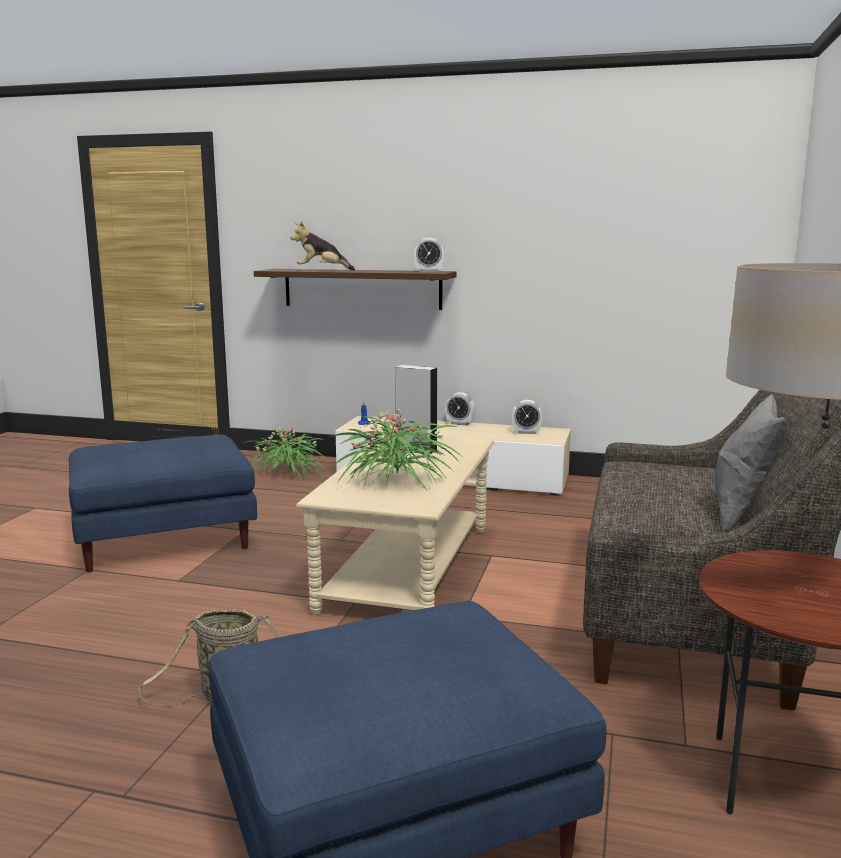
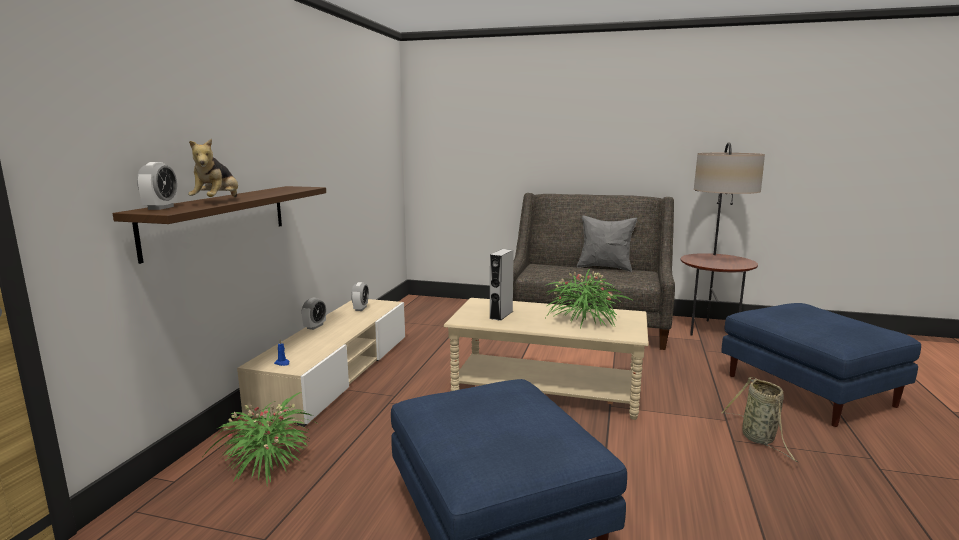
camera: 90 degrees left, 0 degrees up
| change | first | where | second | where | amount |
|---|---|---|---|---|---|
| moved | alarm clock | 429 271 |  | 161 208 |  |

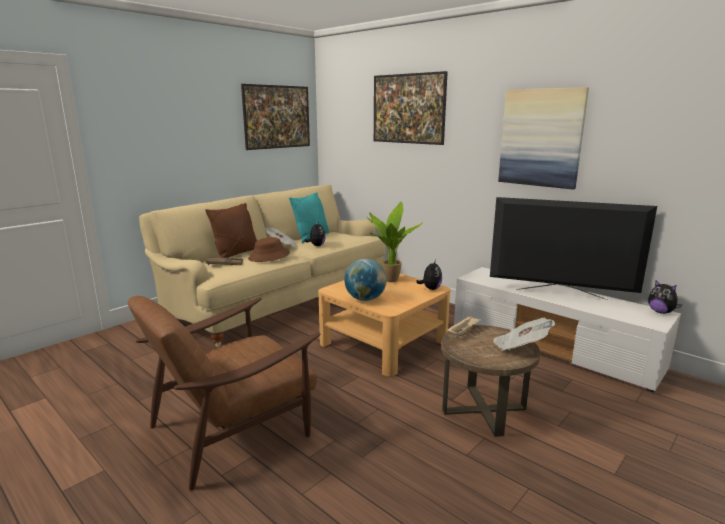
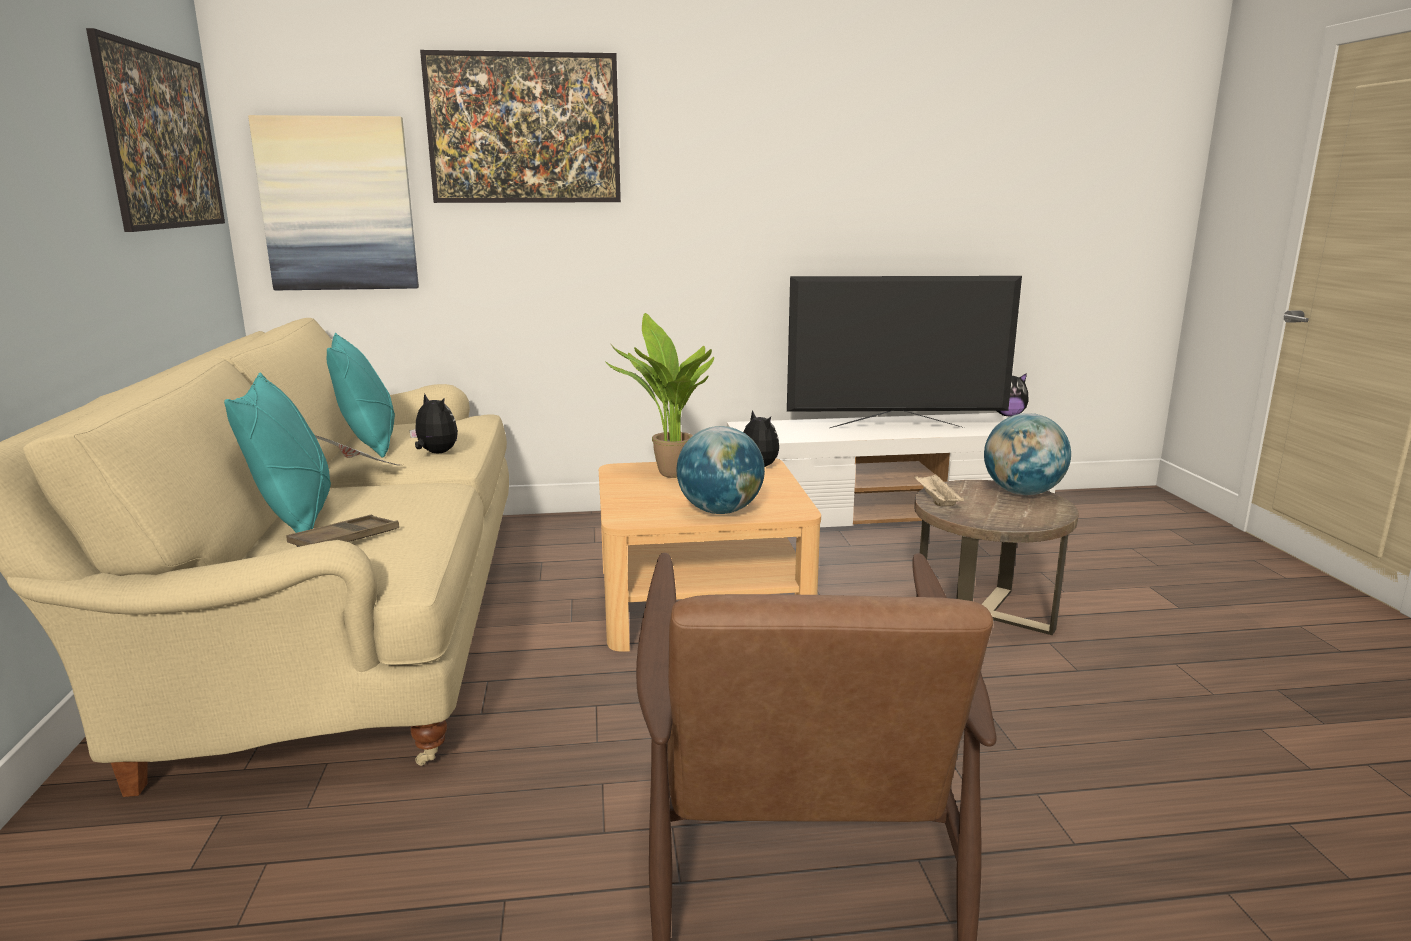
camera: 50 degrees left, 0 degrees up
| change | first | where | second | where | amount |
|---|---|---|---|---|---|
| moved | picture | 541 138 |  | 338 204 |  |
| turned | television | 560 295 |  | 896 427 | 150 degrees counterclockwise |
| recoloured | brown pillow | 236 254 | turquoise pillow | 296 517 |  |
| removed | brown hat | 269 256 |  |  |  |
| replaced | newspaper | 520 347 | globe | 1022 493 |  |

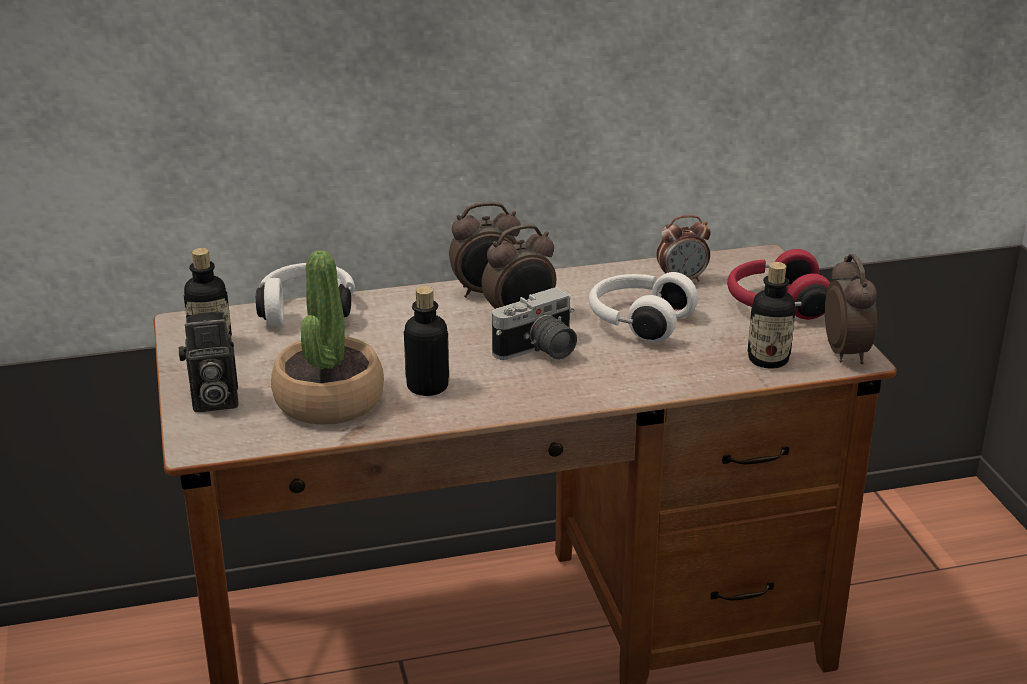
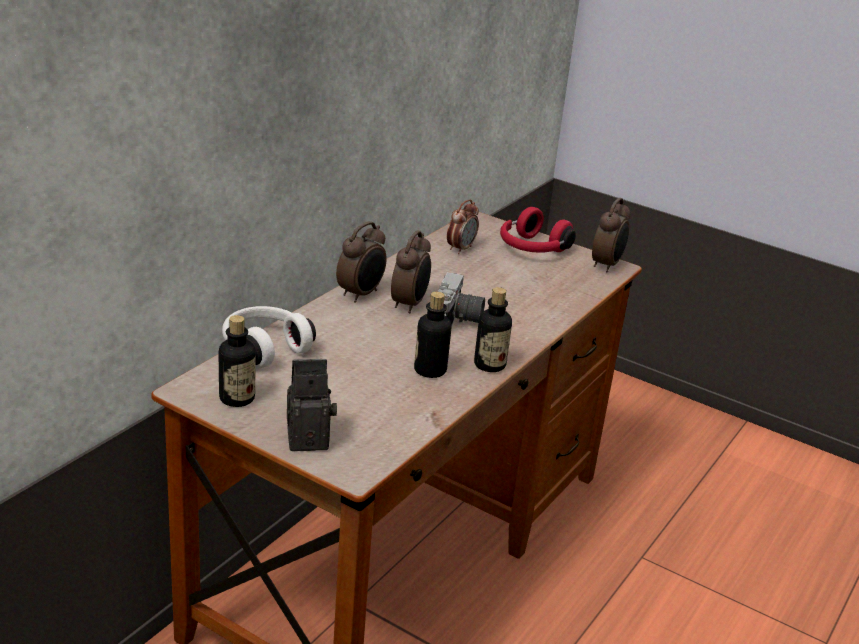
camera: 45 degrees left, 0 degrees up
| change | first | where | second | where | amount |
|---|---|---|---|---|---|
| removed | potted plant | 328 400 |  |  |  |
| turned | alarm clock | 846 352 |  | 607 265 | 75 degrees clockwise |
| moved | bottle | 768 360 |  | 489 365 |  |
| removed | white headphones | 638 322 |  |  |  |
| turned | photo camera | 212 401 |  | 310 438 | 135 degrees counterclockwise |

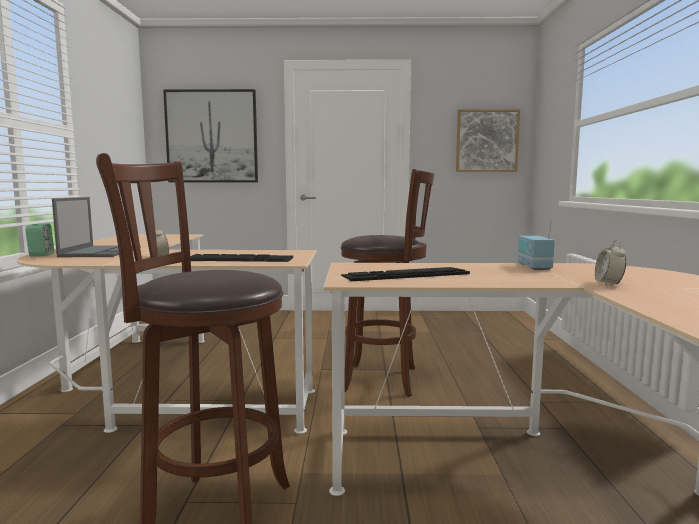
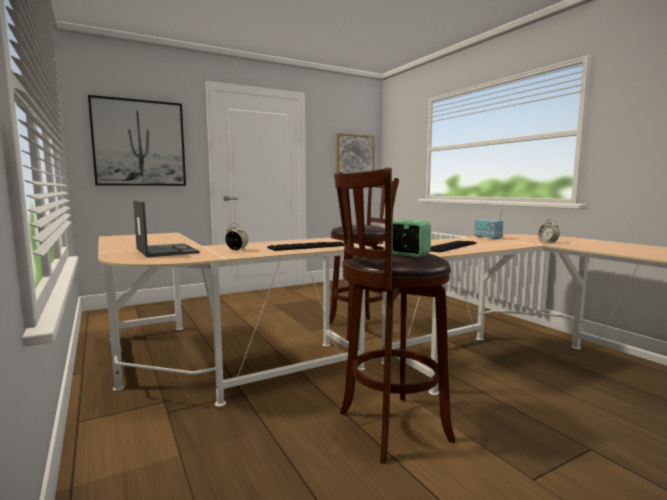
camera: 30 degrees left, 0 degrees up
| change | first | where | second | where | amount |
|---|---|---|---|---|---|
| moved | alarm clock | 41 255 |  | 409 255 |  |

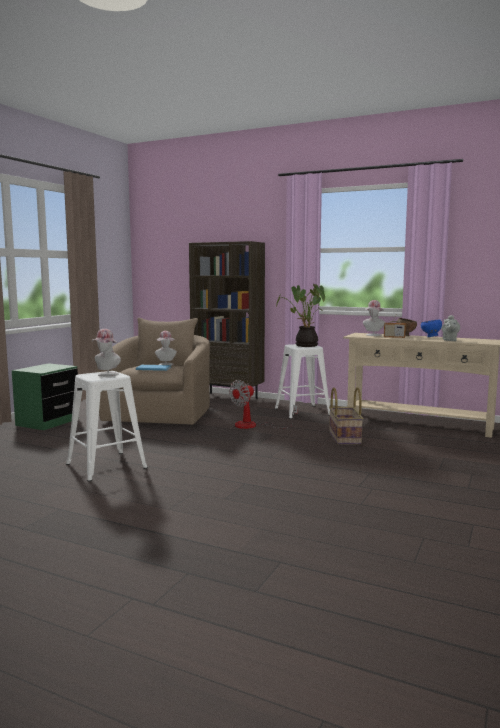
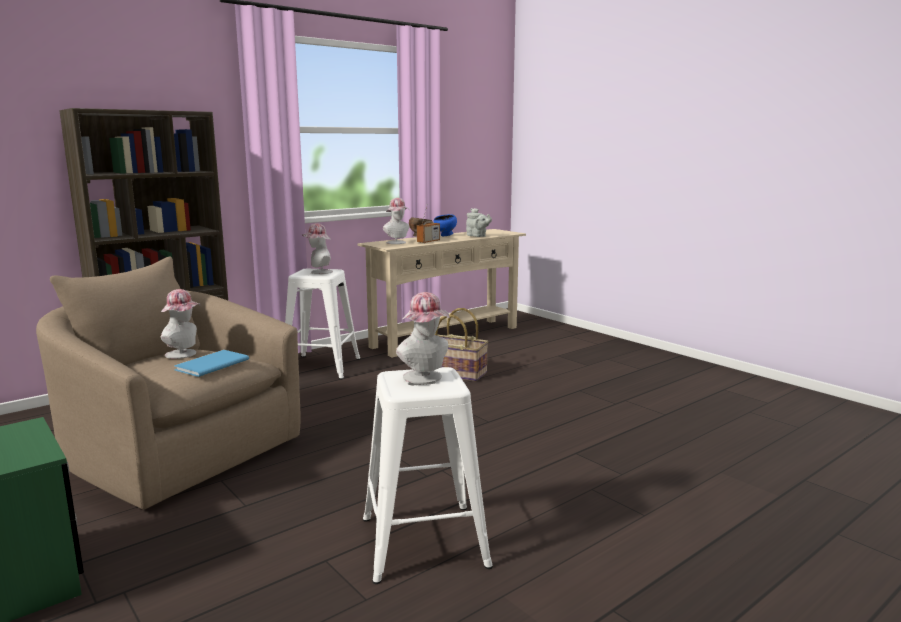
camera: 65 degrees left, 5 degrees up
| change | first | where | second | where | amount |
|---|---|---|---|---|---|
| replaced | potted plant | 304 345 | hat | 319 272 |  |
| removed | fan | 253 426 |  |  |  |

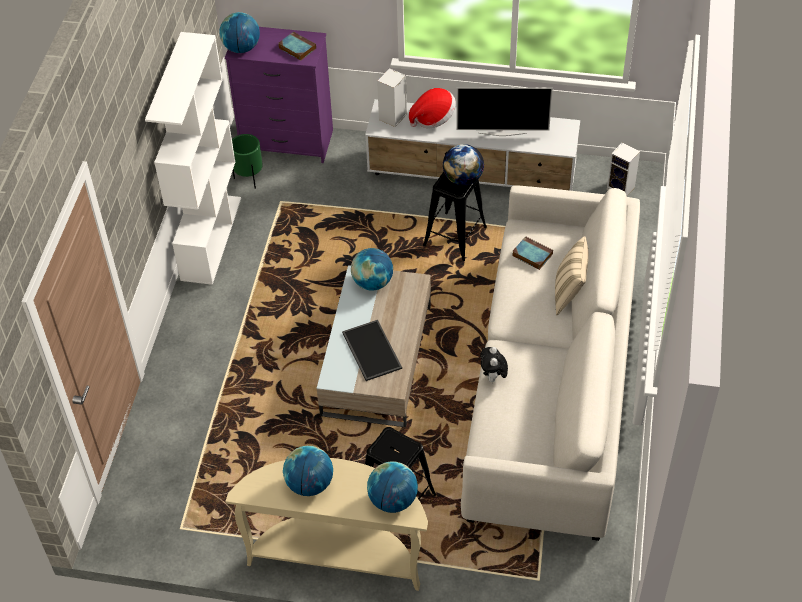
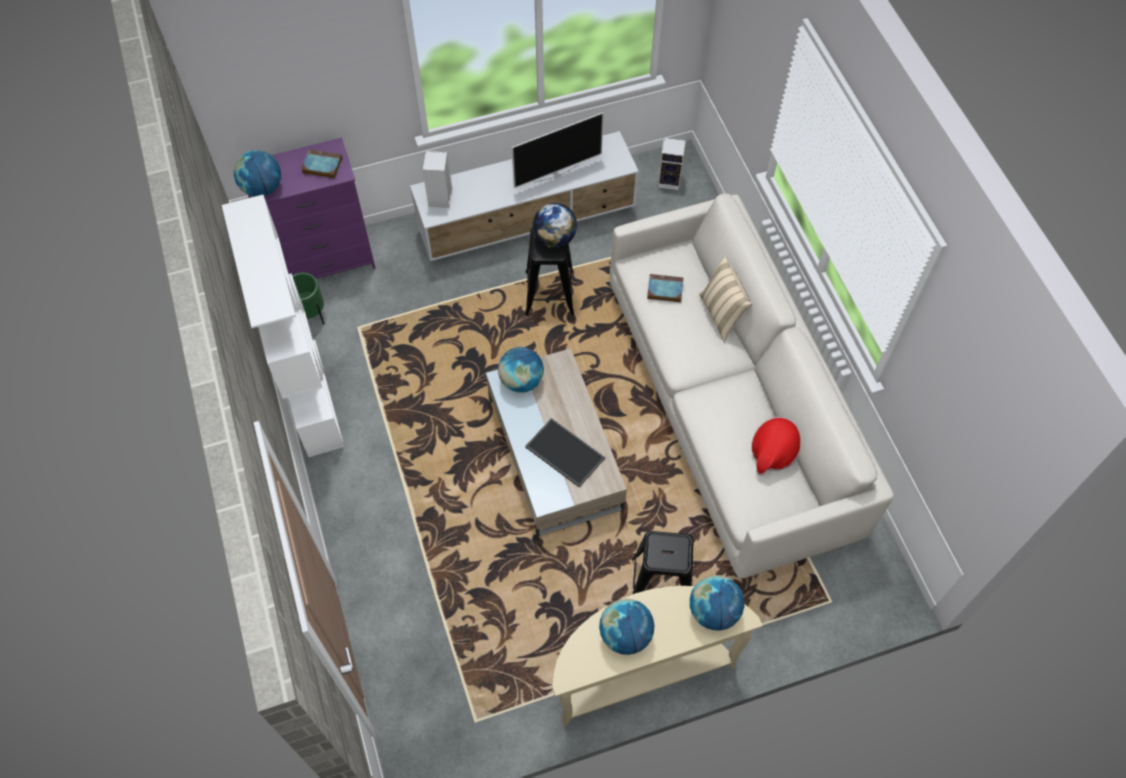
camera: 30 degrees left, 10 degrees up
| change | first | where | second | where | amount |
|---|---|---|---|---|---|
| moved | hat | 433 118 |  | 773 452 |  |
| removed | plush toy | 493 377 |  |  |  |

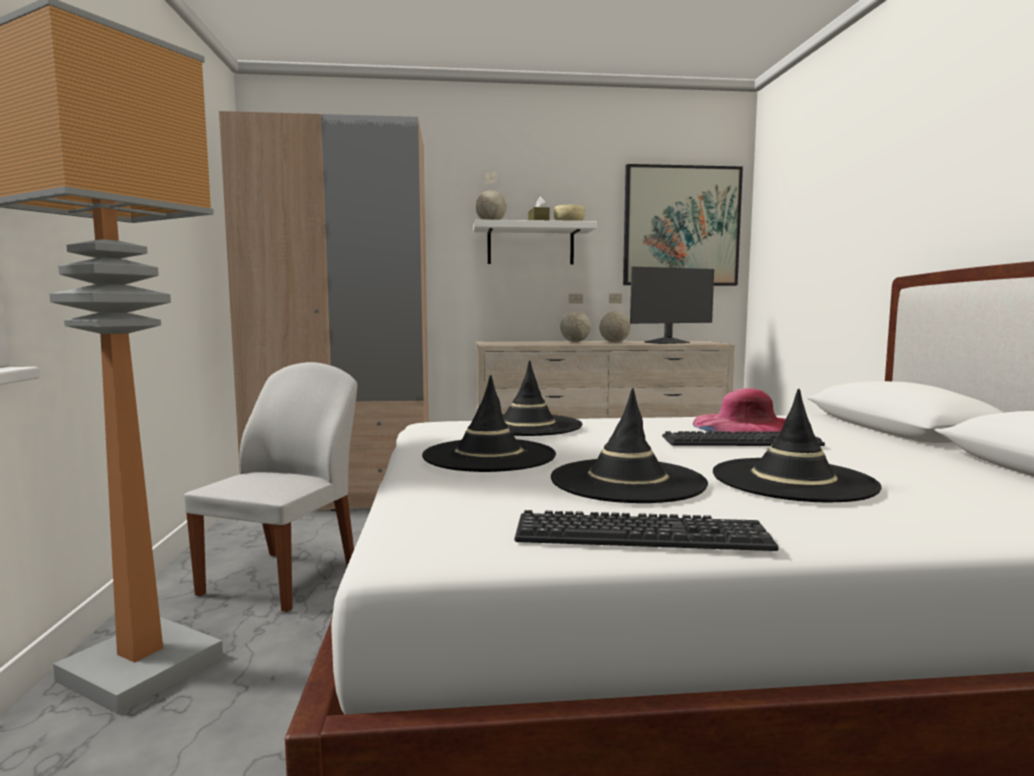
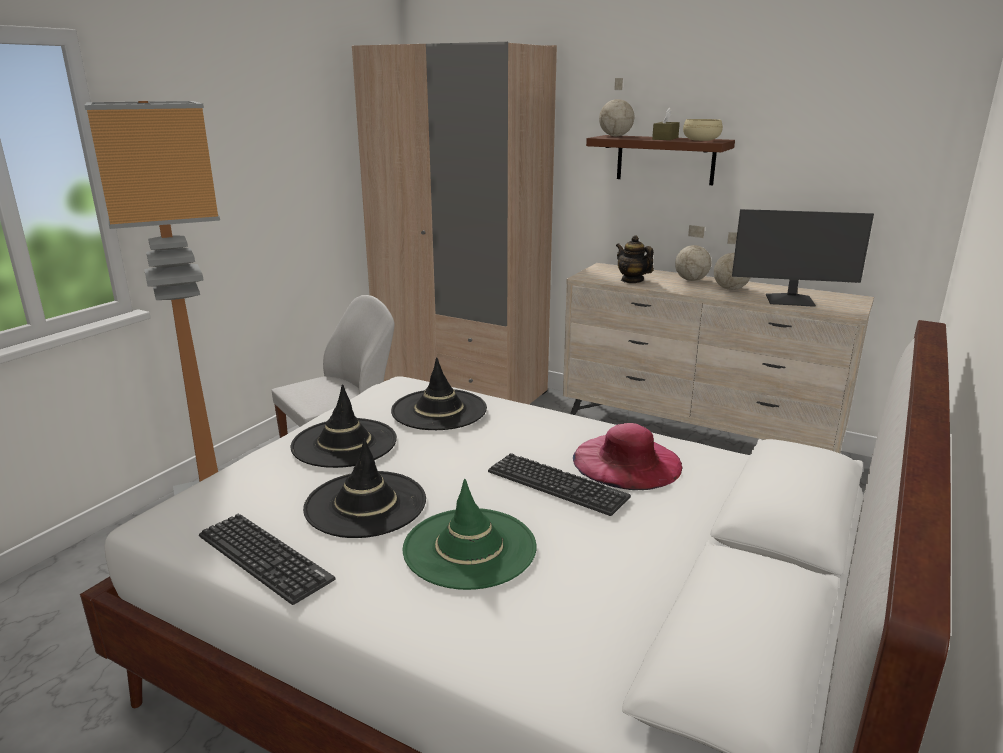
camera: 35 degrees right, 15 degrees up
| change | first | where | second | where | amount |
|---|---|---|---|---|---|
| removed | picture | 681 226 |  |  |  |
| recoloured | white shelf | 530 245 | brown shelf | 665 159 |  |
| recoloured | black hat | 792 480 | green hat | 470 548 |  |
| added |  |  | teapot | 632 280 |  |

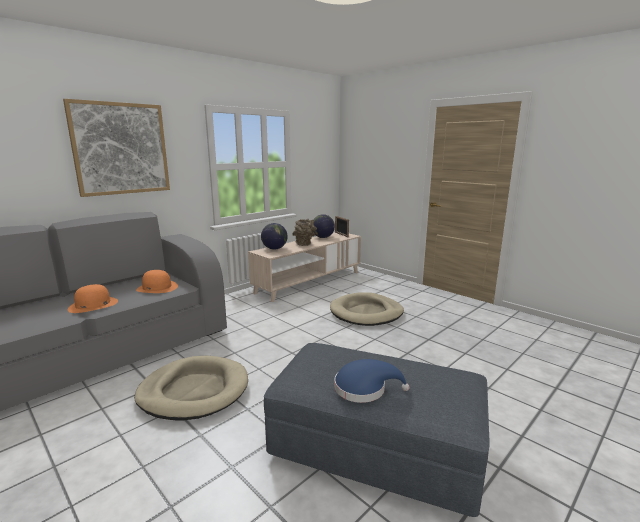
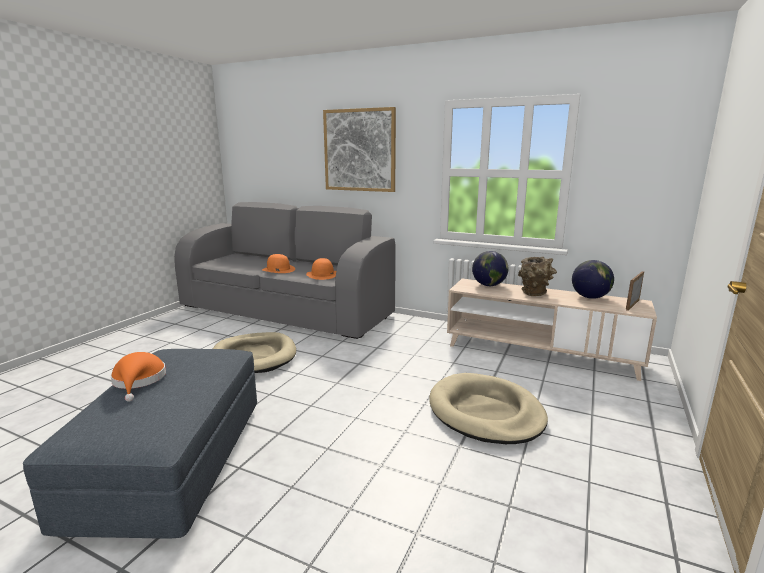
camera: 70 degrees right, 0 degrees up
| change | first | where | second | where | amount |
|---|---|---|---|---|---|
| recoloured | blue hat | 364 388 | orange hat | 139 380 |  |

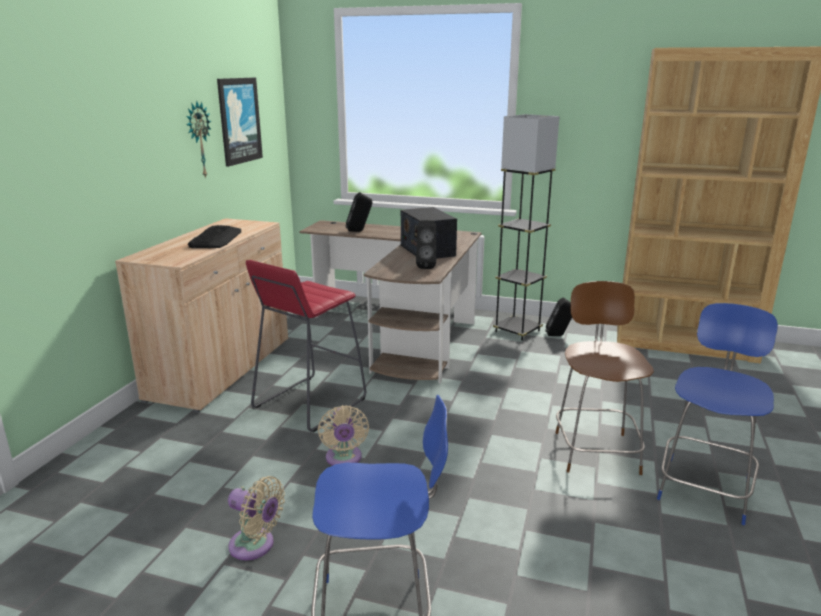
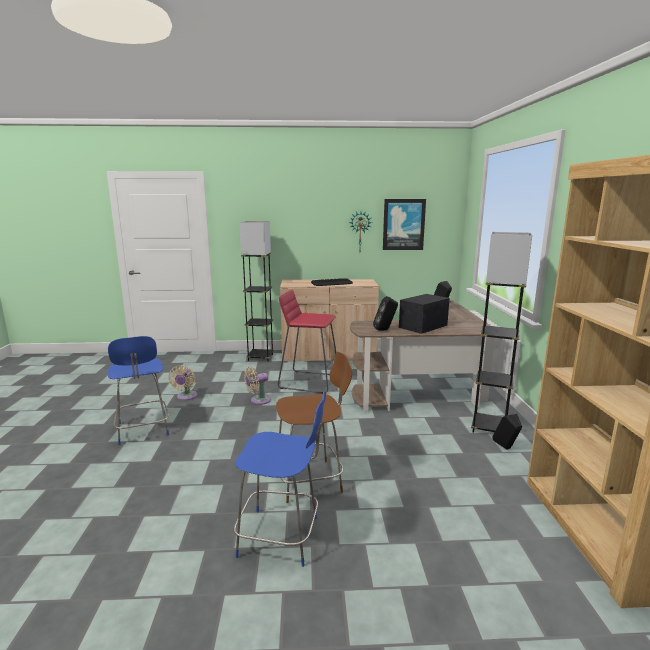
camera: 70 degrees right, 5 degrees down
| change | first | where | second | where | amount |
|---|---|---|---|---|---|
| added |  |  | grey floor lamp | 260 357 |  |

